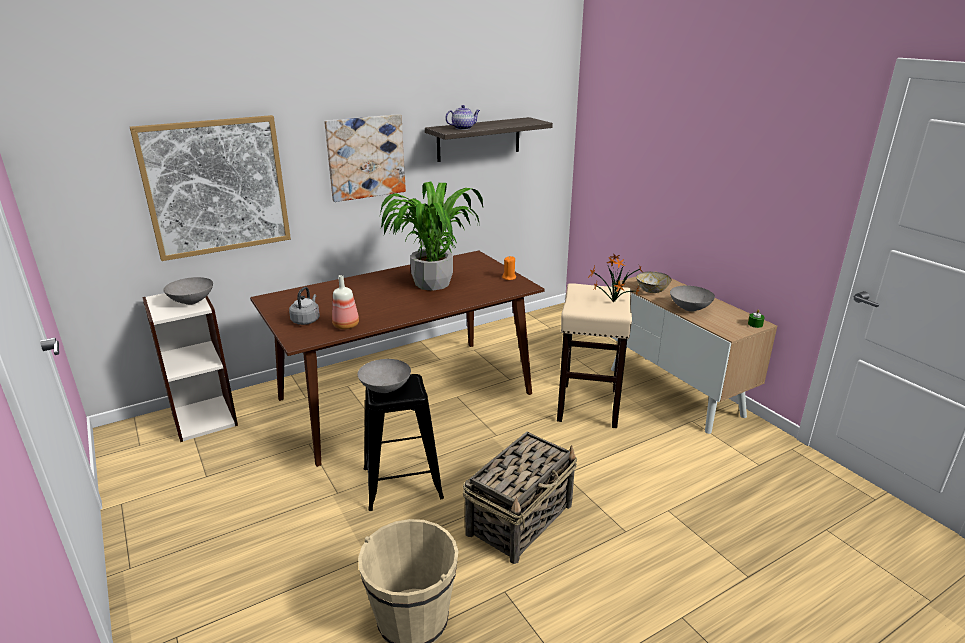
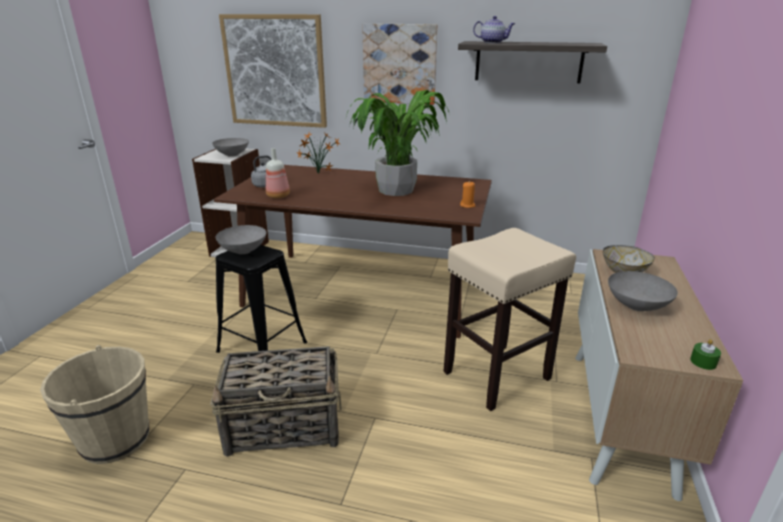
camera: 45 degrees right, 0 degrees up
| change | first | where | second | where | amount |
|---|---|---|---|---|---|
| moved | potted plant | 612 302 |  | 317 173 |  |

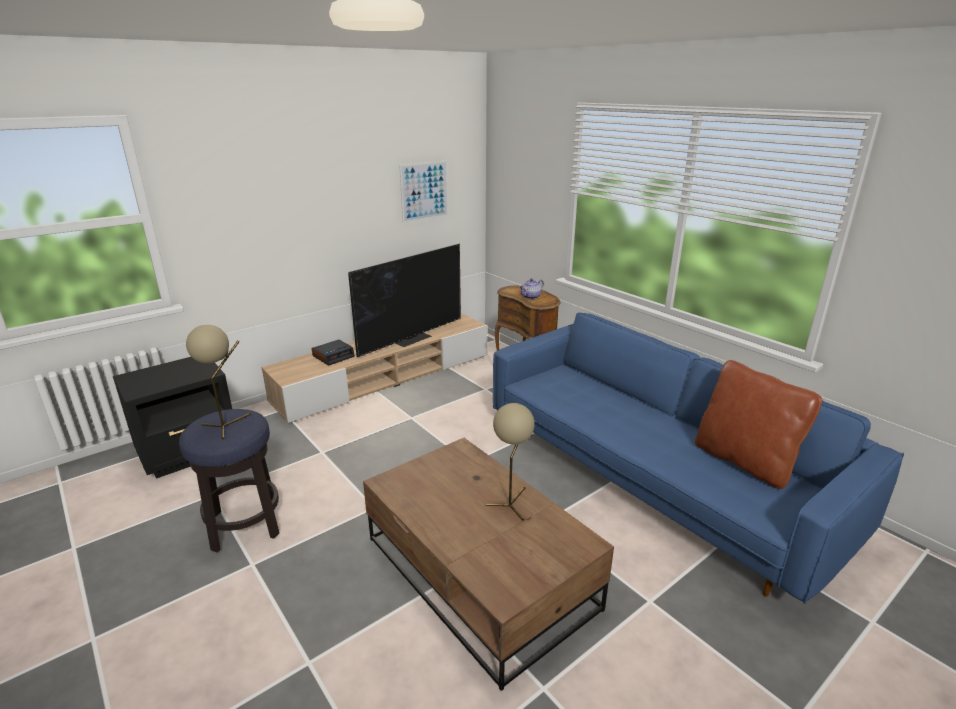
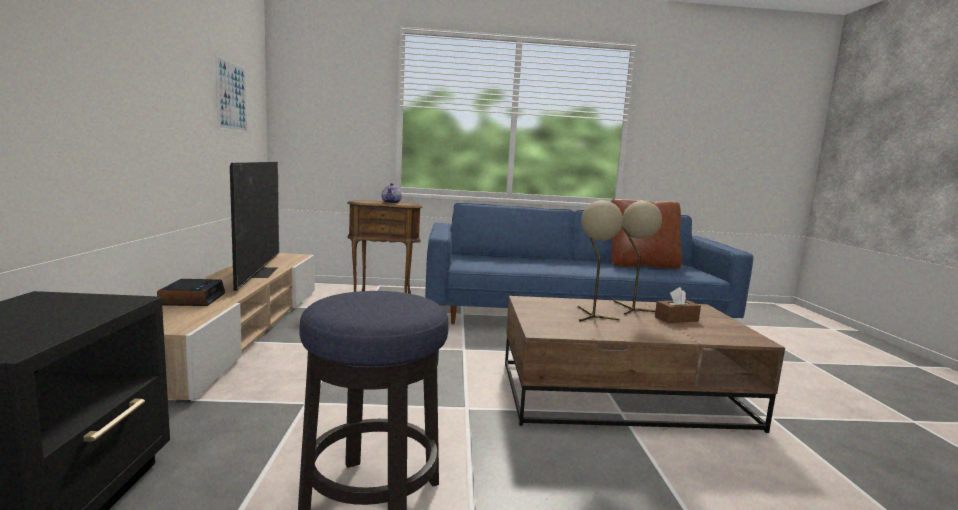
camera: 55 degrees left, 15 degrees down
| change | first | where | second | where | amount |
|---|---|---|---|---|---|
| moved | beige table lamp | 227 425 |  | 591 315 |  |
| added |  |  | brown tissue box | 676 319 |  |

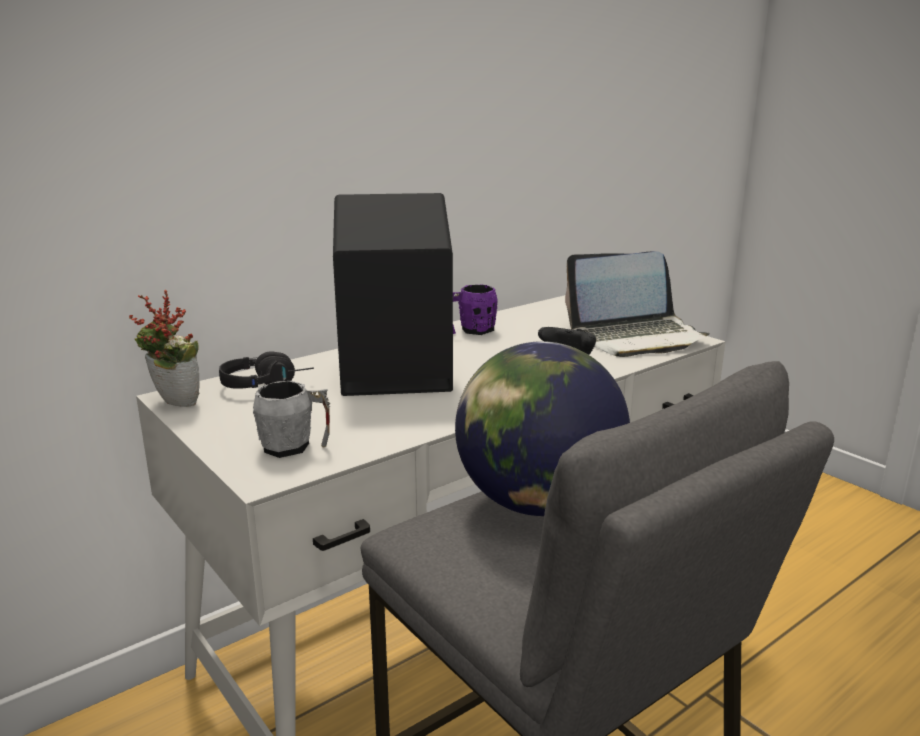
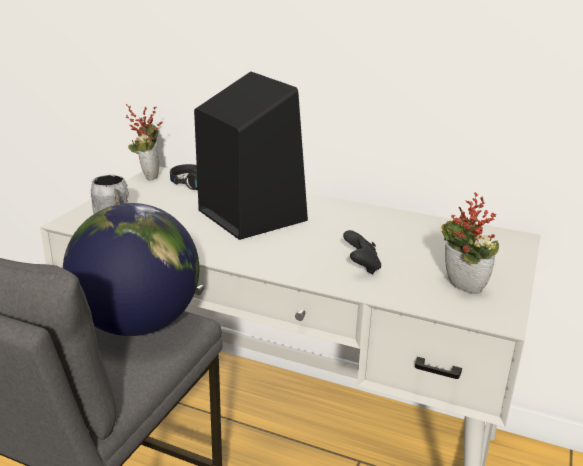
camera: 60 degrees right, 5 degrees up
| change | first | where | second | where | amount |
|---|---|---|---|---|---|
| replaced | laptop | 636 337 | potted plant | 460 288 |  |
| removed | purple mug | 471 331 |  |  |  |

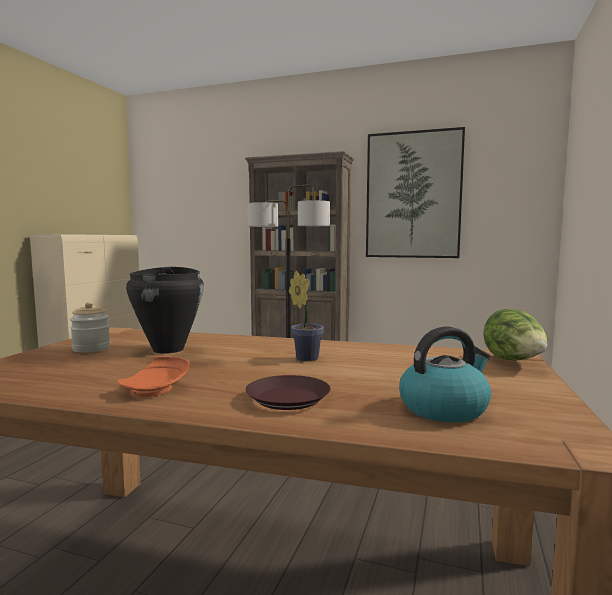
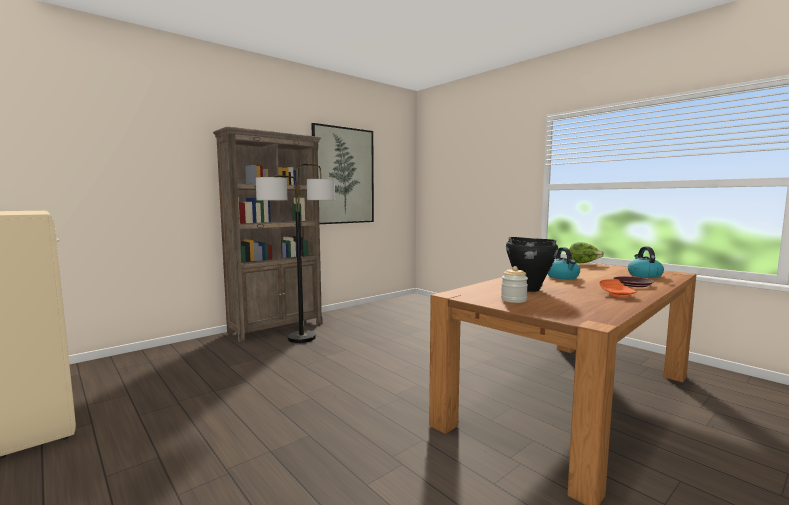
camera: 60 degrees left, 0 degrees up
| change | first | where | second | where | amount |
|---|---|---|---|---|---|
| replaced | potted plant | 305 357 | kettle | 563 277 |  |

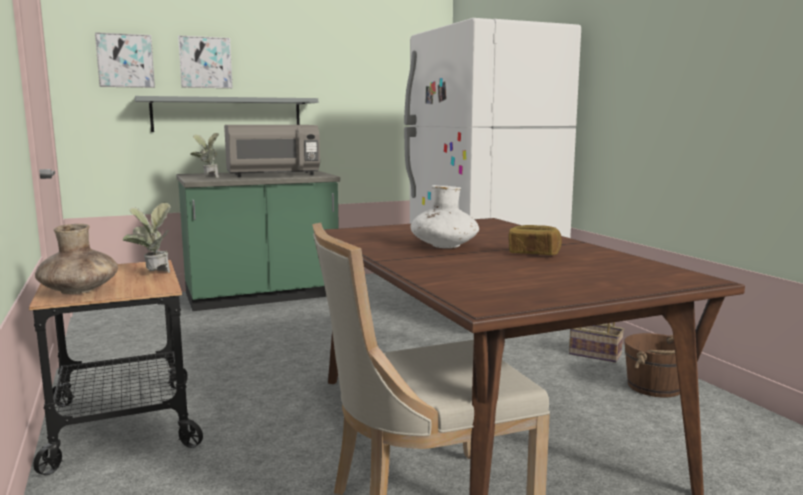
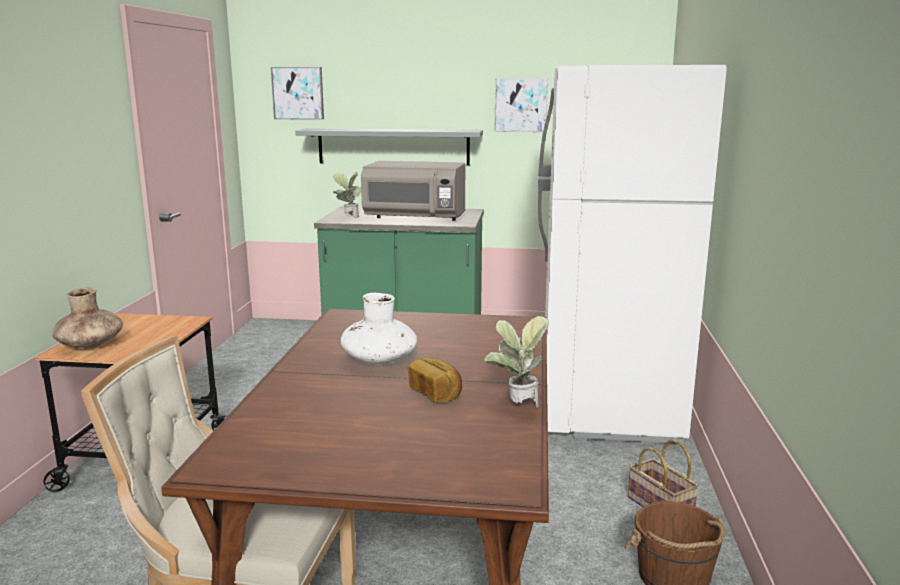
camera: 30 degrees right, 5 degrees up
| change | first | where | second | where | amount |
|---|---|---|---|---|---|
| moved | picture | 205 62 |  | 521 105 |  |
| moved | potted plant | 153 274 |  | 517 406 |  |

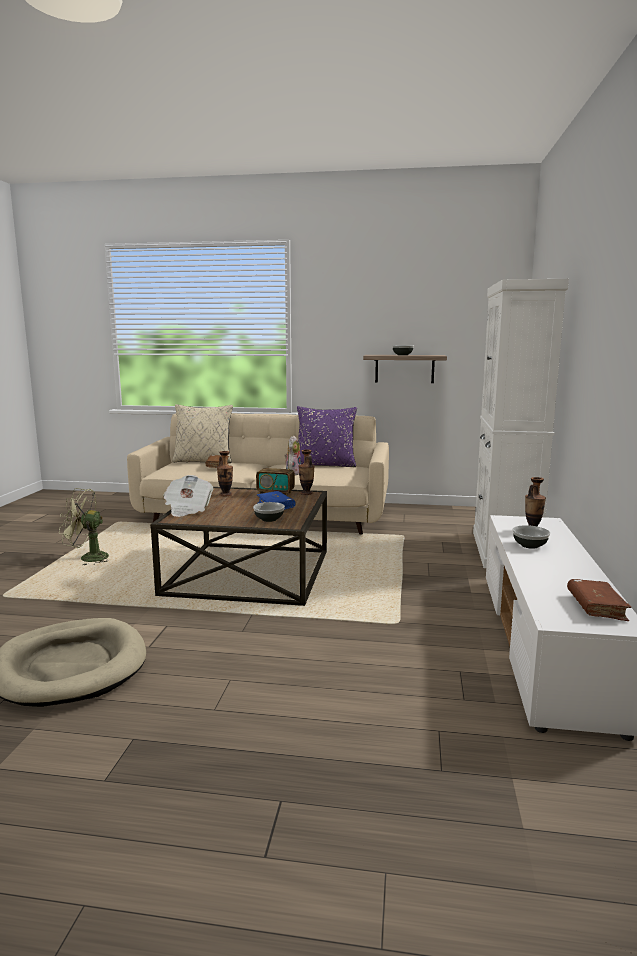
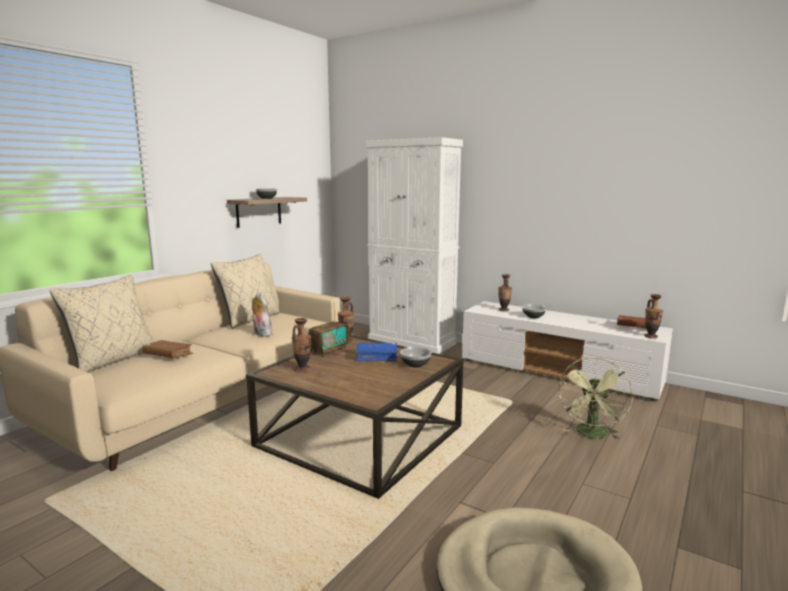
camera: 65 degrees left, 0 degrees up
| change | first | where | second | where | amount |
|---|---|---|---|---|---|
| recoloured | purple pillow | 326 465 | beige pillow | 250 319 |  |
| removed | newspaper | 188 509 |  |  |  |
| moved | green fan | 88 558 |  | 592 435 |  |
| added |  |  | vase | 651 336 |  |

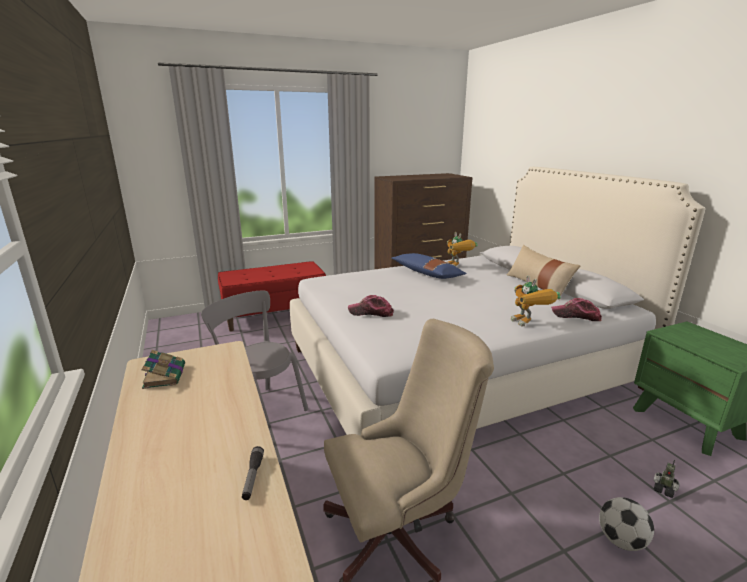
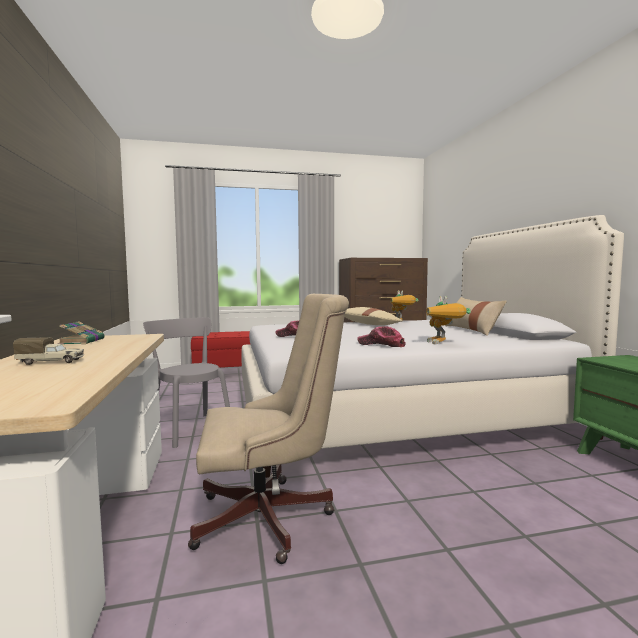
camera: 10 degrees right, 15 degrees down
| change | first | where | second | where | amount |
|---|---|---|---|---|---|
| recoloured | blue pillow | 427 273 | beige pillow | 368 324 |  |
| moved | cap | 576 315 |  | 381 344 |  |
| removed | flashlight | 253 477 |  |  |  |
| removed | toy robot | 663 490 |  |  |  |
| removed | football | 621 541 |  |  |  |
| added |  |  | toy truck | 52 362 |  |

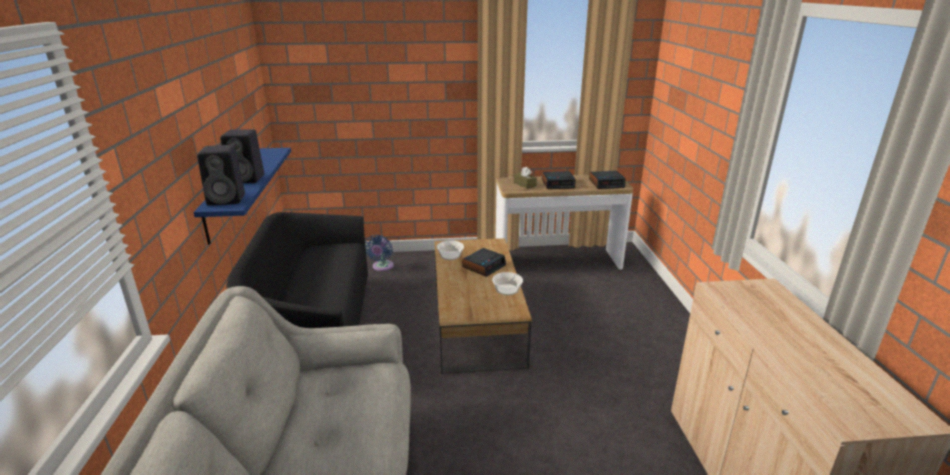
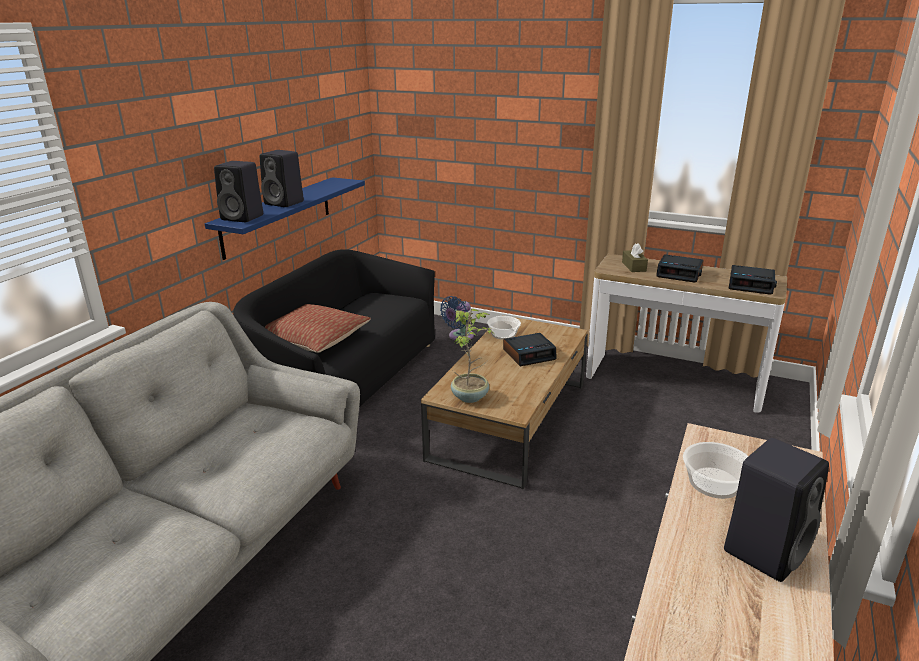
camera: 30 degrees right, 0 degrees up
| change | first | where | second | where | amount |
|---|---|---|---|---|---|
| moved | bowl | 506 289 |  | 713 482 |  |
| added |  |  | pillow | 314 340 |  |
| added |  |  | potted plant | 471 397 |  |
| added |  |  | black speaker | 766 549 |  |

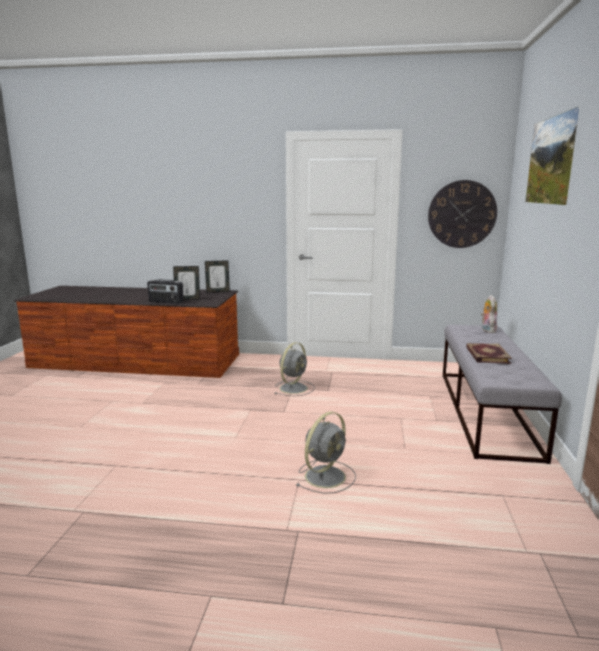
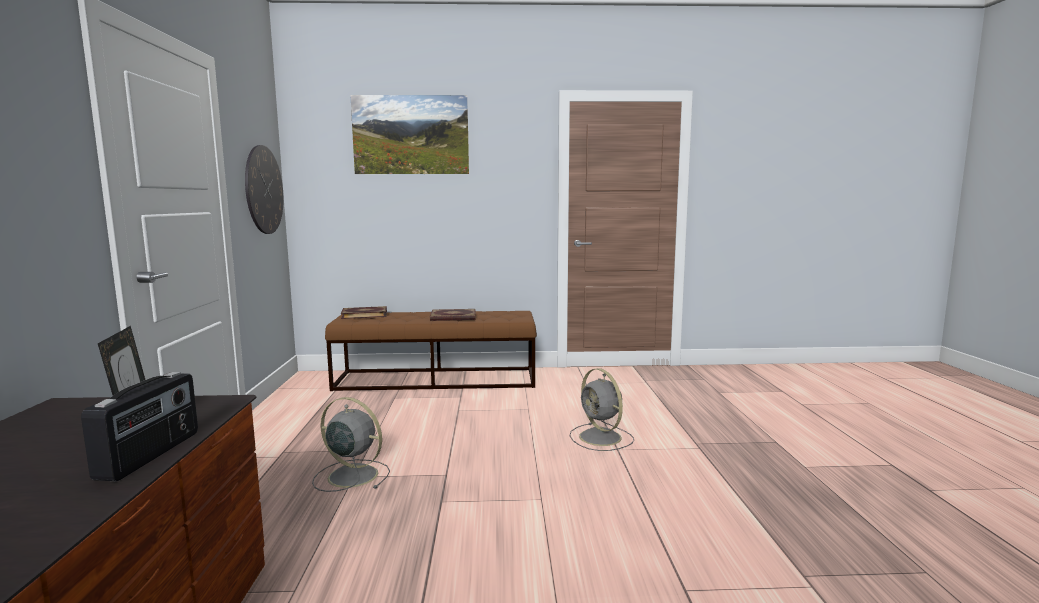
camera: 100 degrees left, 5 degrees down
| change | first | where | second | where | amount |
|---|---|---|---|---|---|
| removed | picture frame | 218 291 |  |  |  |
| replaced | plush toy | 487 330 | book | 364 314 |  |
| recoloured | grey bench | 486 411 | brown bench | 437 379 |  |
| turned | grey fan | 326 476 |  | 601 438 | 150 degrees counterclockwise |

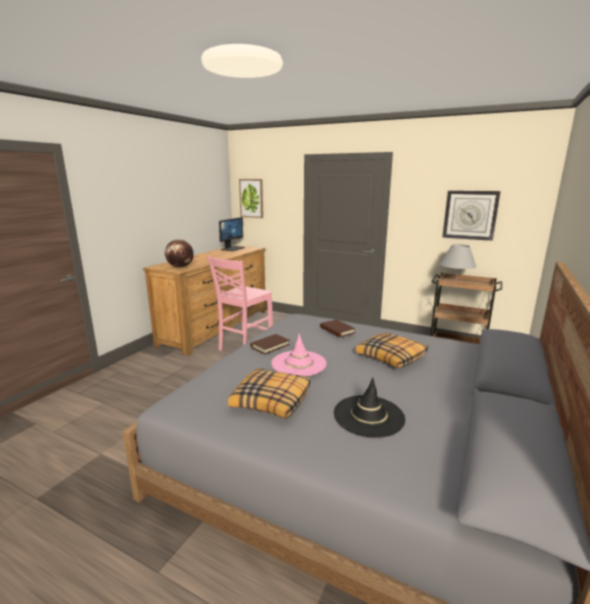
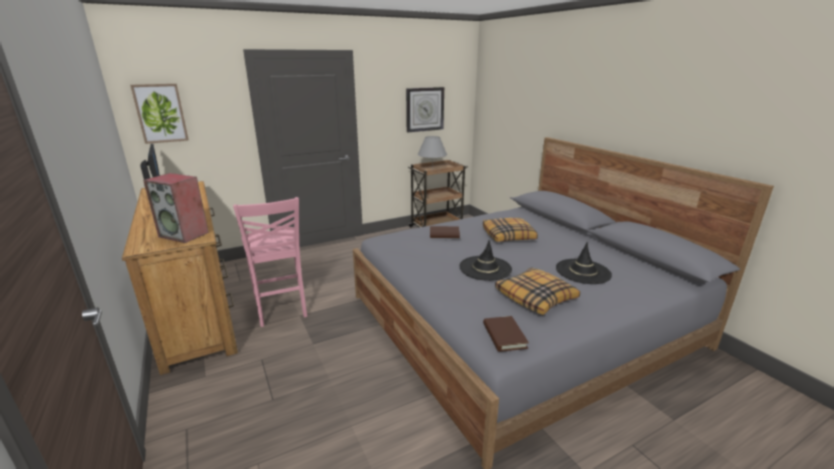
camera: 55 degrees left, 5 degrees up
| change | first | where | second | where | amount |
|---|---|---|---|---|---|
| replaced | globe | 180 267 | speaker | 184 234 |  |
| moved | brown book | 270 346 |  | 504 336 |  |
| recoloured | pink hat | 299 363 | black hat | 485 268 |  |

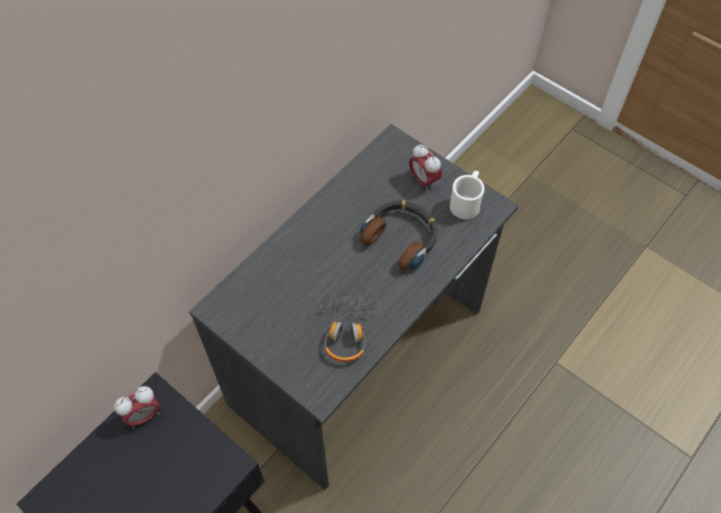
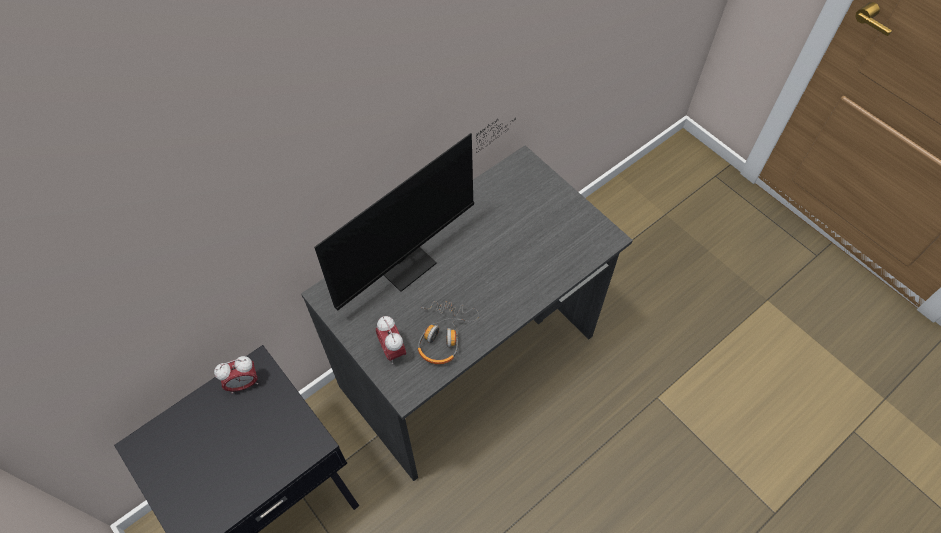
camera: 10 degrees right, 0 degrees up
| change | first | where | second | where | amount |
|---|---|---|---|---|---|
| moved | alarm clock | 423 180 |  | 392 350 |  |
| removed | white mug | 467 201 |  |  |  |
| removed | headphones | 401 237 |  |  |  |
| added |  |  | monitor | 411 259 |  |

